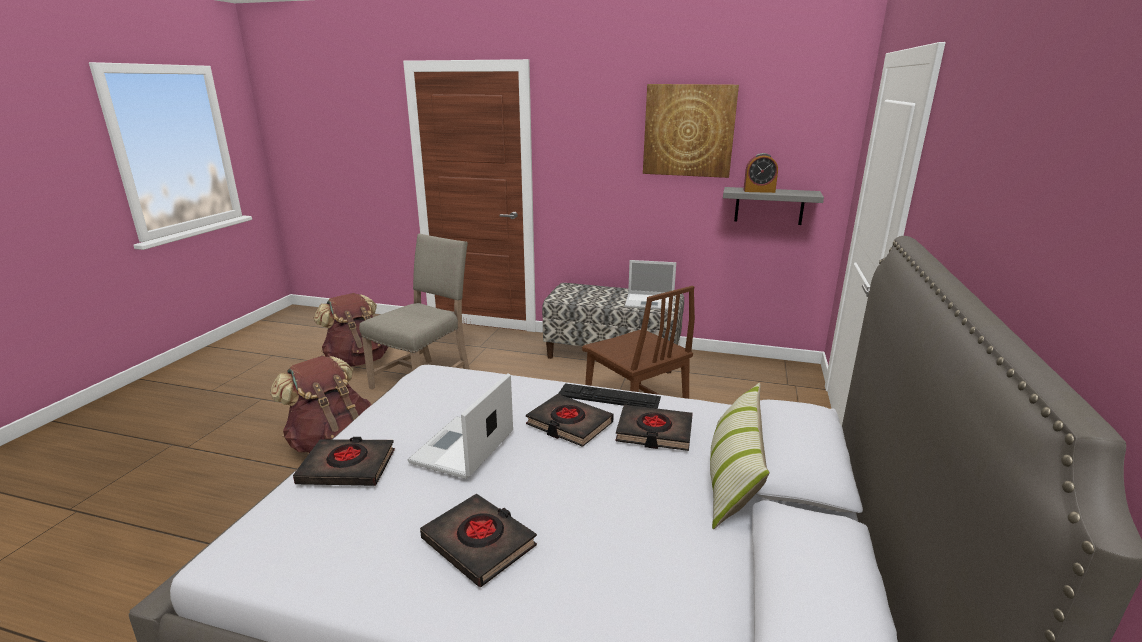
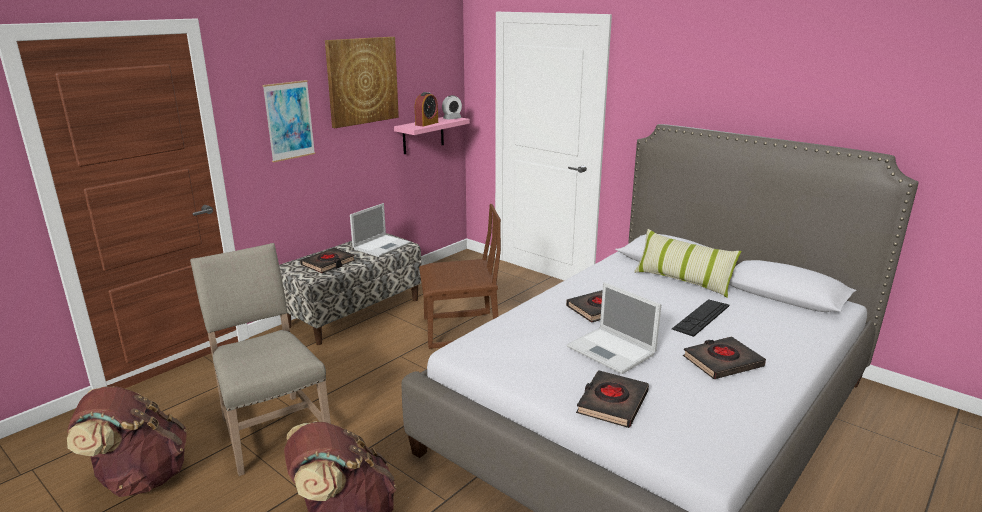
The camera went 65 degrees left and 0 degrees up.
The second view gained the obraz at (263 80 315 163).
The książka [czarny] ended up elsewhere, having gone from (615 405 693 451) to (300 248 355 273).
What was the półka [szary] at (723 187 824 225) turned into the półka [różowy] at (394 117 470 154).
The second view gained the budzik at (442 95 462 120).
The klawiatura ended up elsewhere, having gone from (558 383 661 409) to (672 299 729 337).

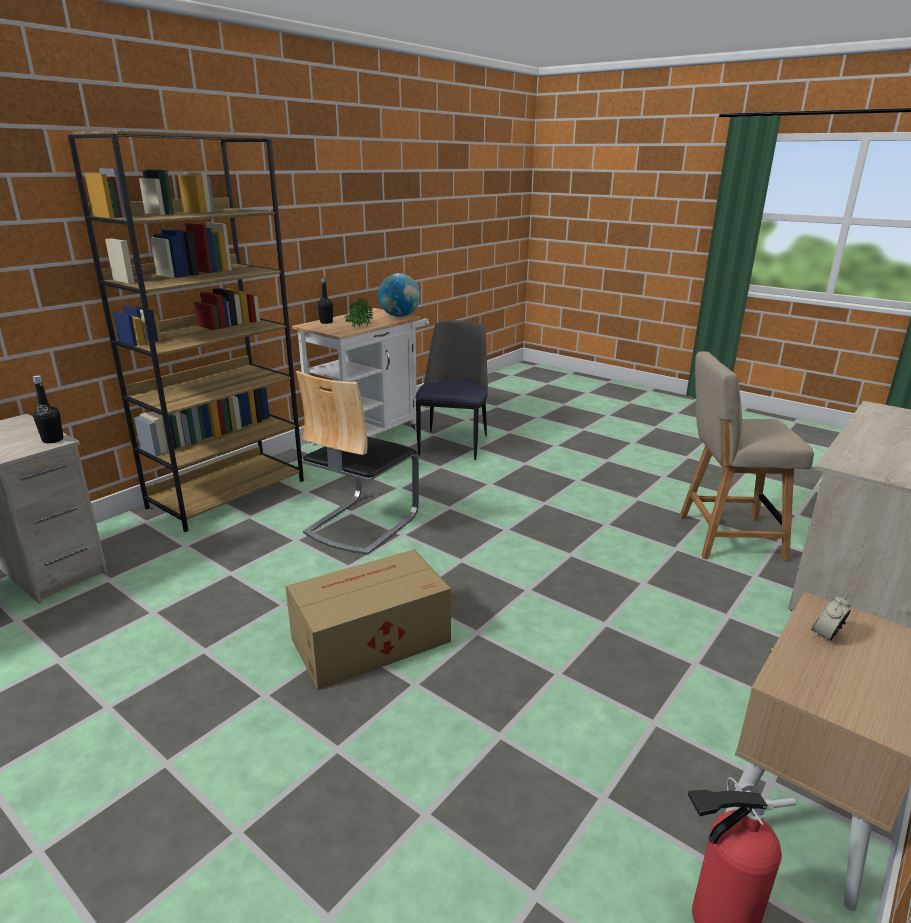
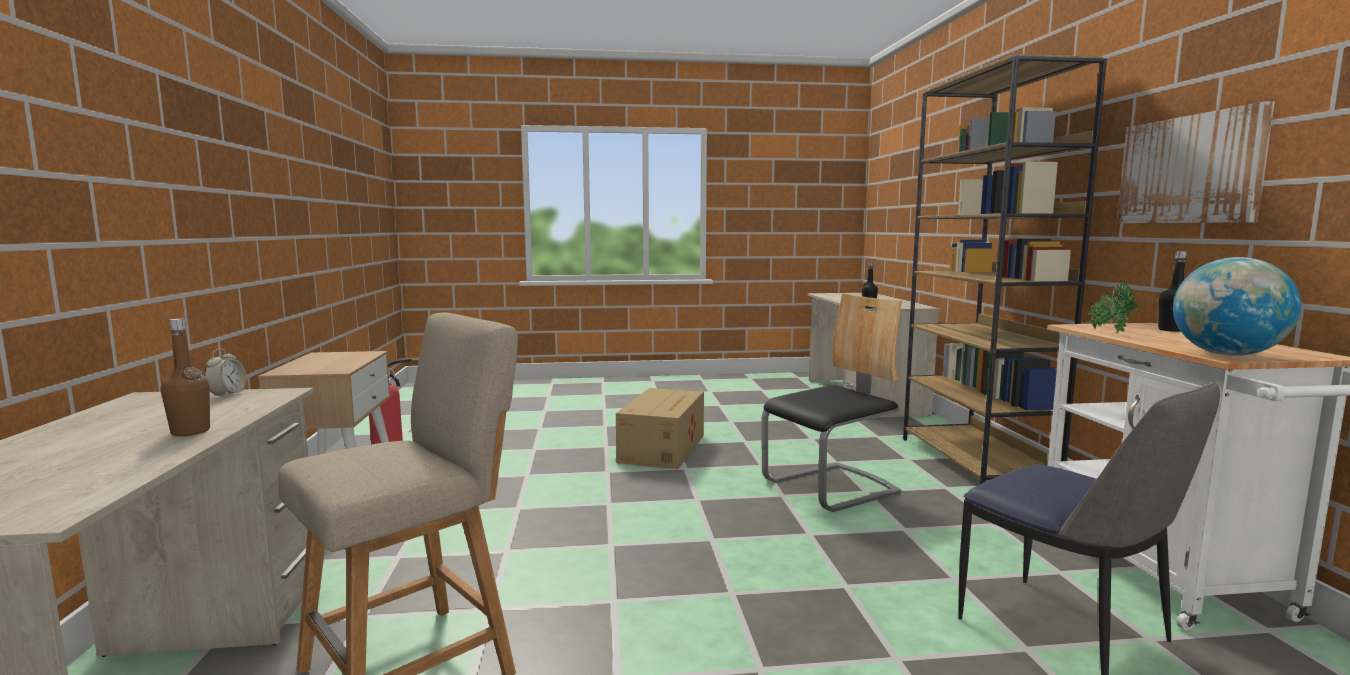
The camera went 135 degrees right and 15 degrees down.
The second view gained the butelka [brązowy] at (160 318 210 436).
The budzik ended up elsewhere, having gone from (811 595 851 641) to (204 349 247 397).
The krzesło at (296 371 419 555) ended up facing another way, 75 degrees clockwise from before.
The second view gained the obraz at (1117 101 1275 223).

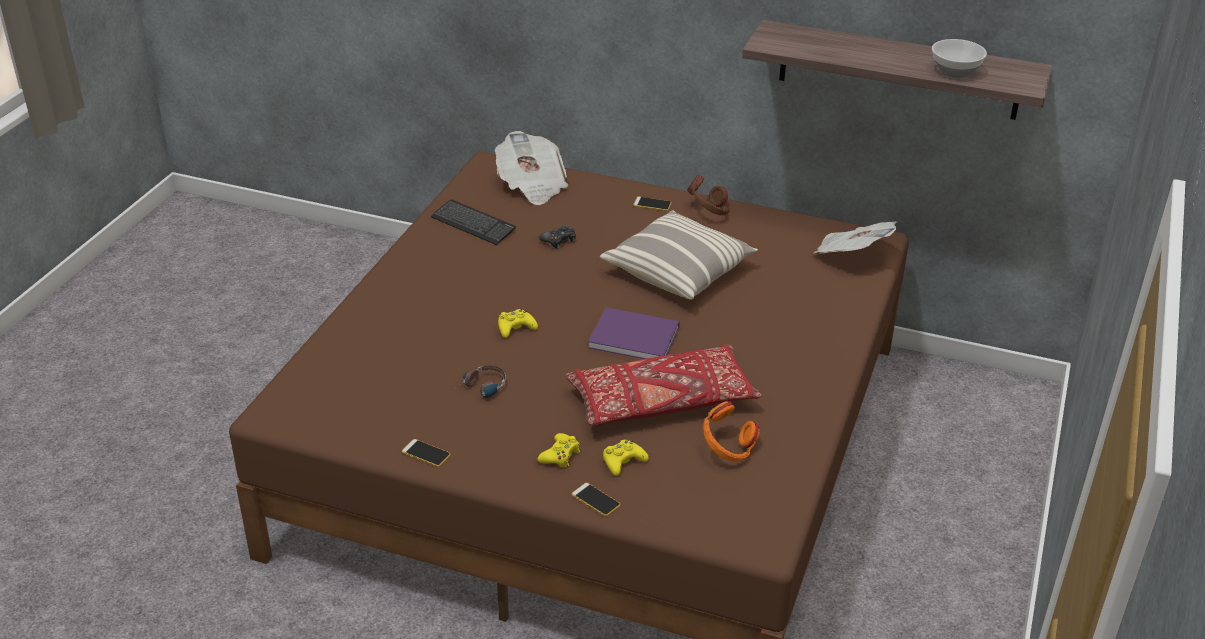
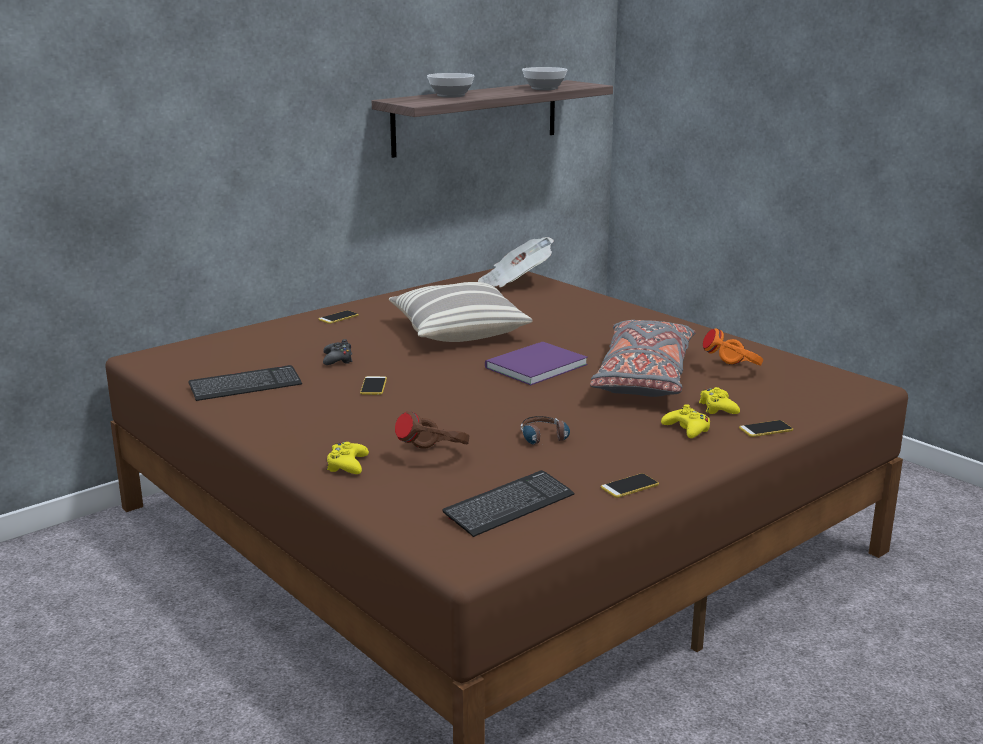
The camera went 60 degrees left and 15 degrees down.
The pad do gier [żółty] ended up elsewhere, having gone from (498 309 538 338) to (327 442 369 474).
The second view gained the telefon at (360 376 387 395).
The słuchawki [brązowy] ended up elsewhere, having gone from (687 175 730 215) to (395 411 469 449).
The second view gained the miska at (427 73 475 98).
The second view gained the klawiatura at (442 470 574 537).
What was the poduszka [czerwony] at (565 345 762 427) turned into the poduszka [szary] at (590 320 696 397).
The second view lost the gazeta at (495 131 568 205).

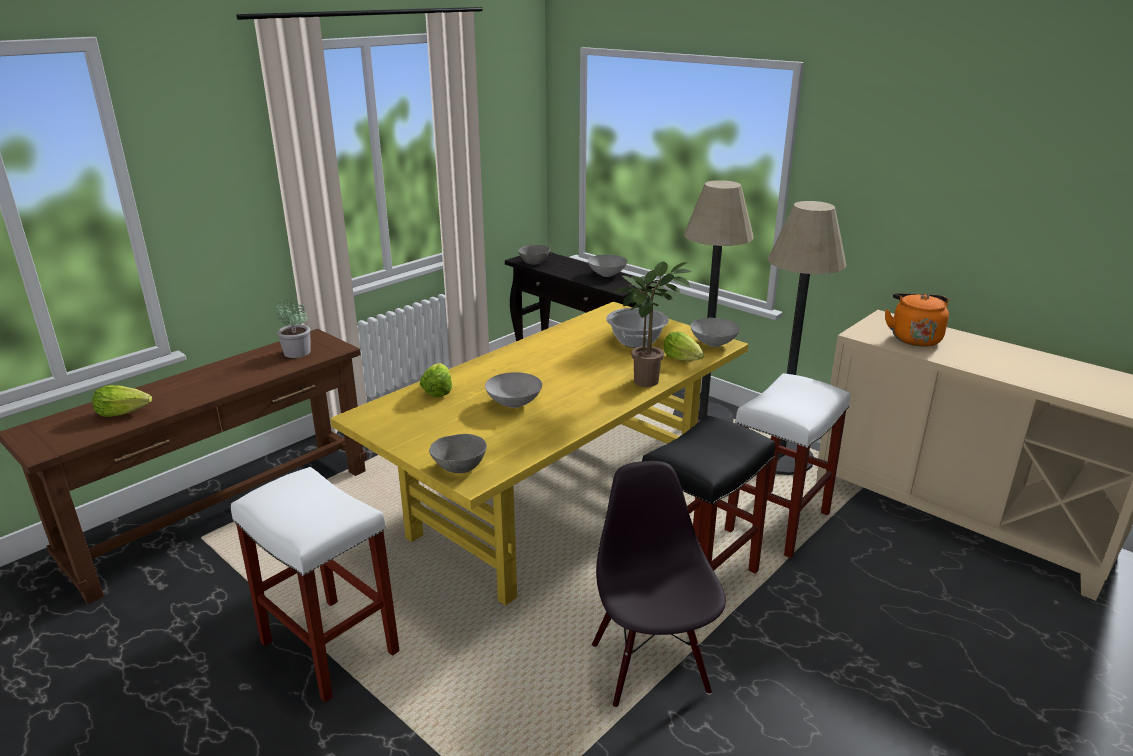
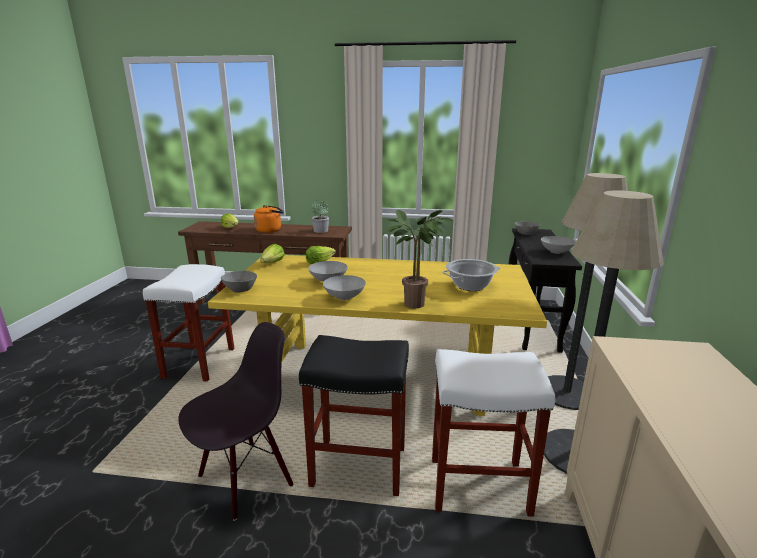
The camera went 55 degrees right and 5 degrees down.
The czajnik [pomarańczowy] ended up elsewhere, having gone from (885 293 949 347) to (254 205 284 233).
The sałata ended up elsewhere, having gone from (663 332 704 361) to (260 244 285 263).
The miska [szary] ended up elsewhere, having gone from (690 318 740 347) to (323 275 366 300).

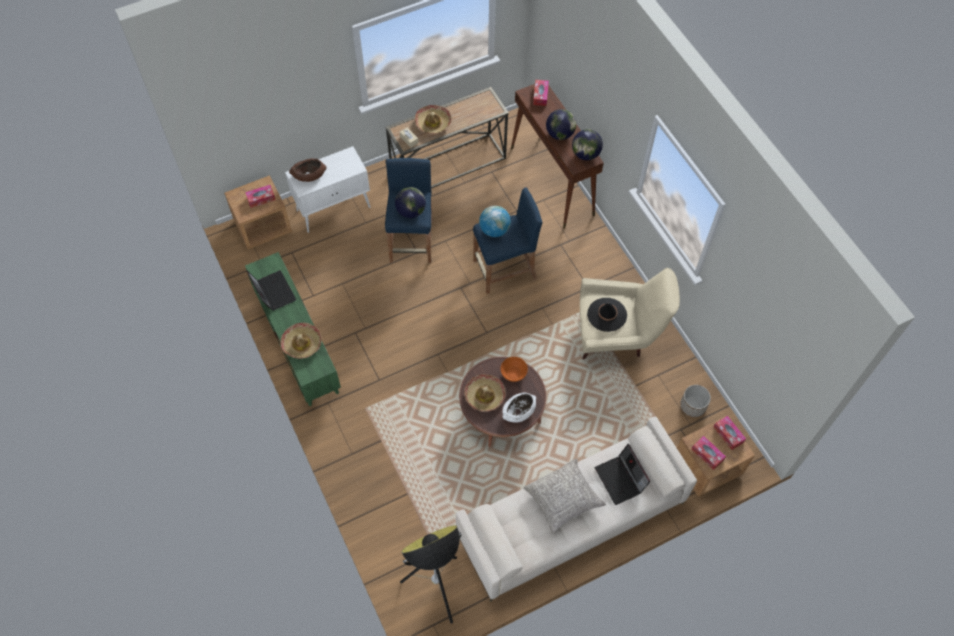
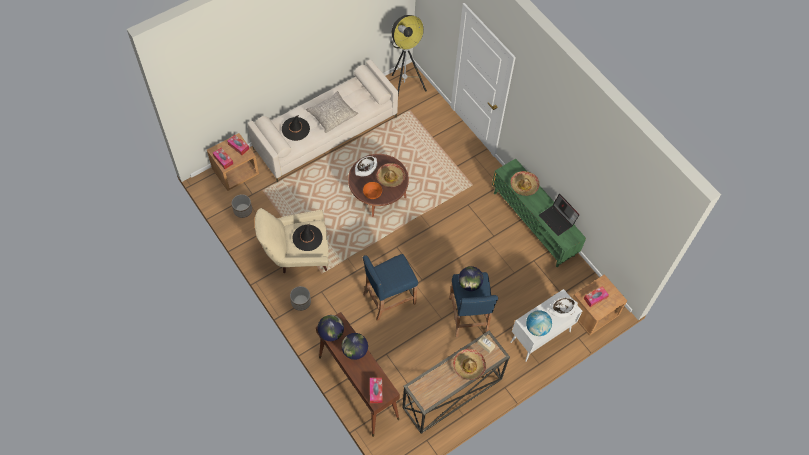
The camera went 170 degrees right and 0 degrees up.
Where the laptop stood at (595 444 650 505), the kapelusz [czarny] came to stand at (282 115 310 141).
The second view gained the donica at (290 286 311 311).
The globus ended up elsewhere, having gone from (479 206 511 237) to (526 310 552 336).
What was the miska [brązowy] at (289 159 327 182) turned into the miska [biały] at (548 297 578 318).

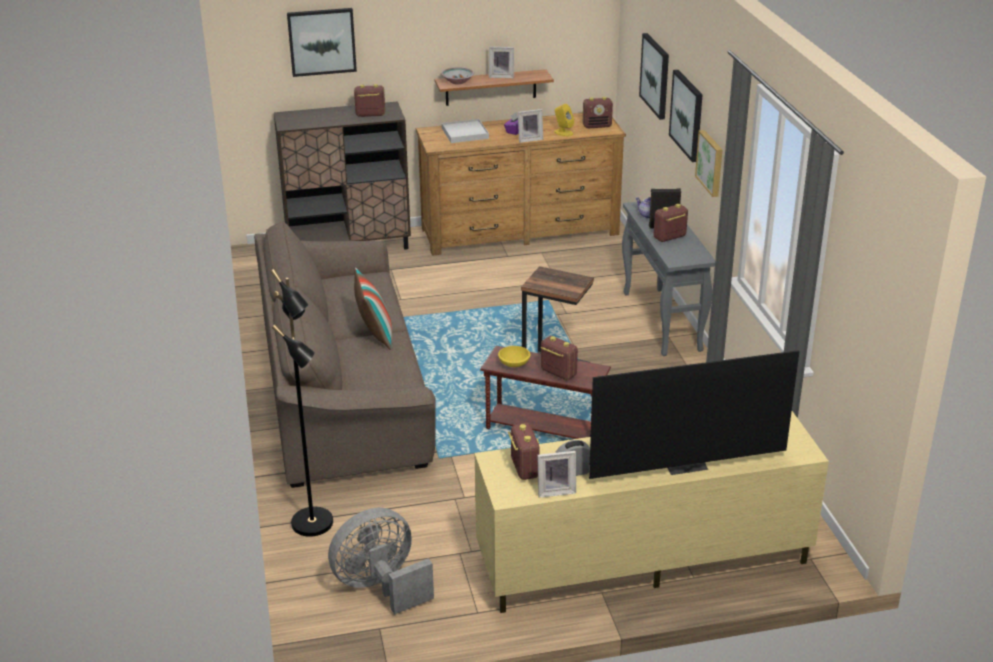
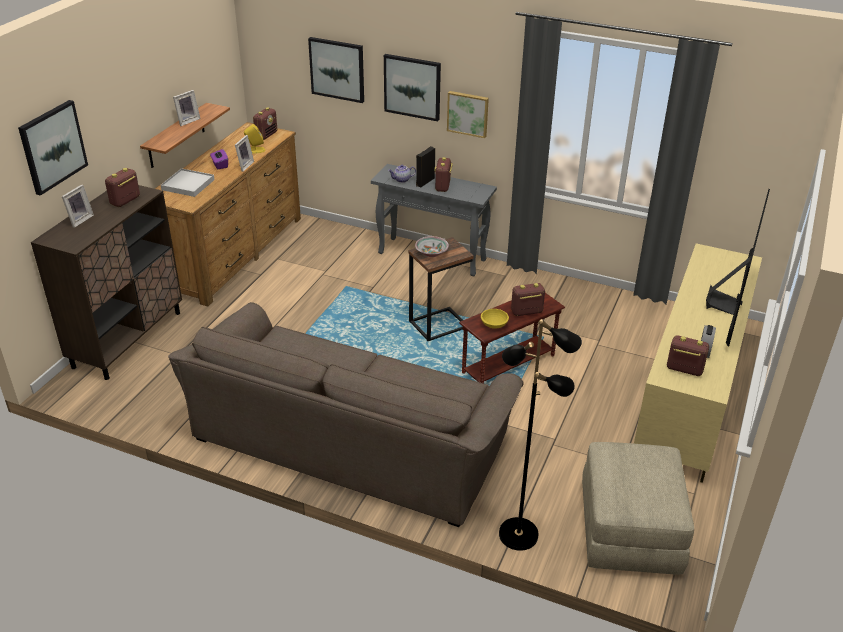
The camera went 55 degrees left and 5 degrees up.
The ramka na zdjęcie ended up elsewhere, having gone from (537 451 576 498) to (62 184 94 228).
The miska ended up elsewhere, having gone from (441 67 474 84) to (415 236 449 257).
Where the wentylator [szary] stood at (328 508 434 614), the pufa [beżowy] came to stand at (582 442 694 575).
The second view lost the poduszka at (354 268 392 350).

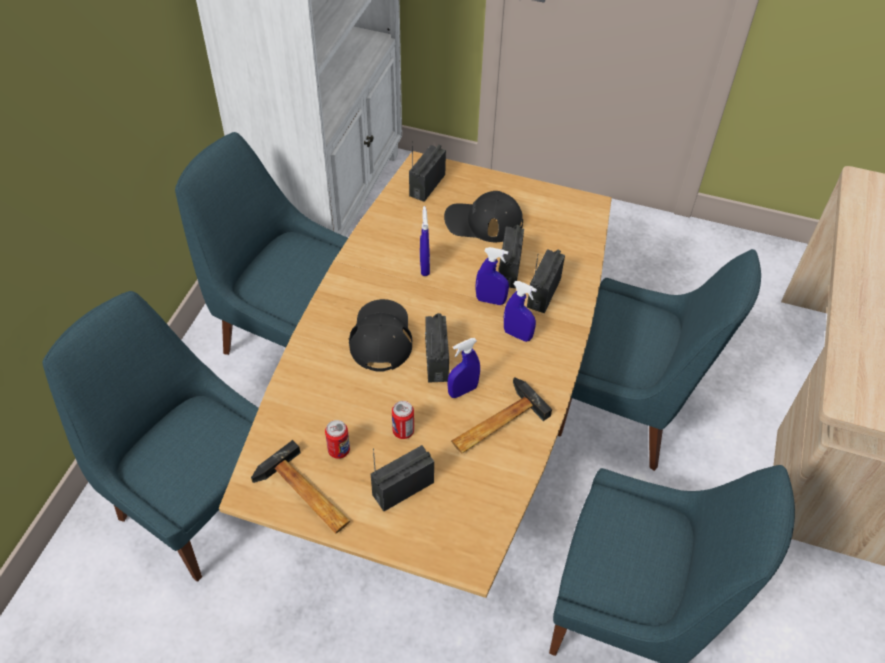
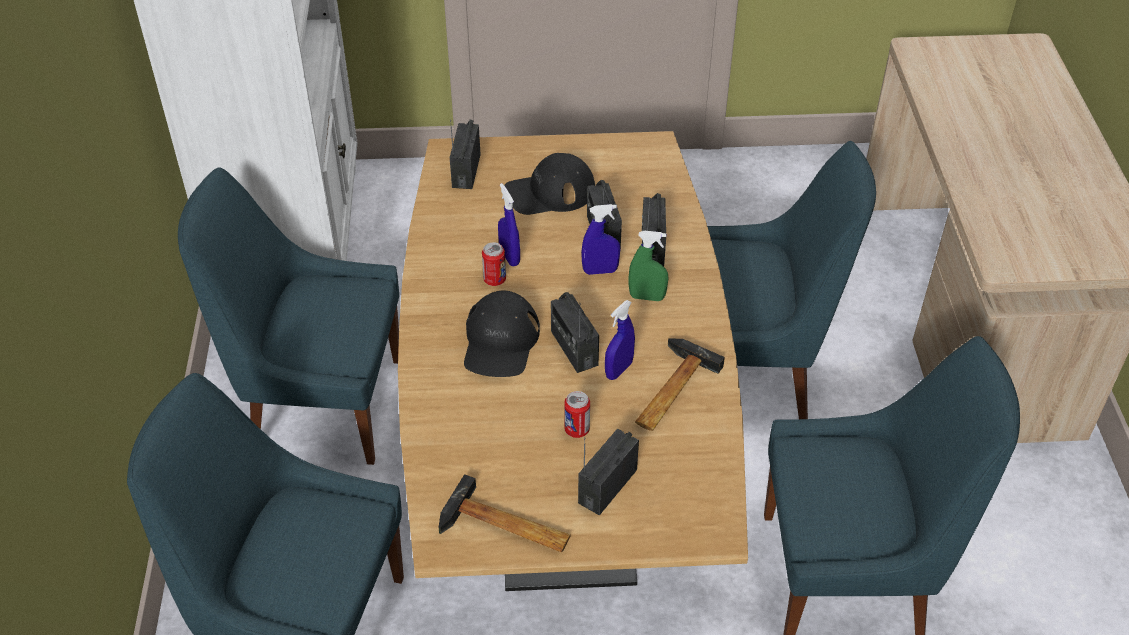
The camera went 20 degrees left and 5 degrees down.
The czapka z daszkiem [czarny] at (349 299 412 372) ended up facing another way, 150 degrees counterclockwise from before.
The puszka ended up elsewhere, having gone from (325 420 350 459) to (482 242 506 286).
What was the spryskiwacz [niebieski] at (504 281 537 342) turned into the spryskiwacz [zielony] at (629 231 668 301).

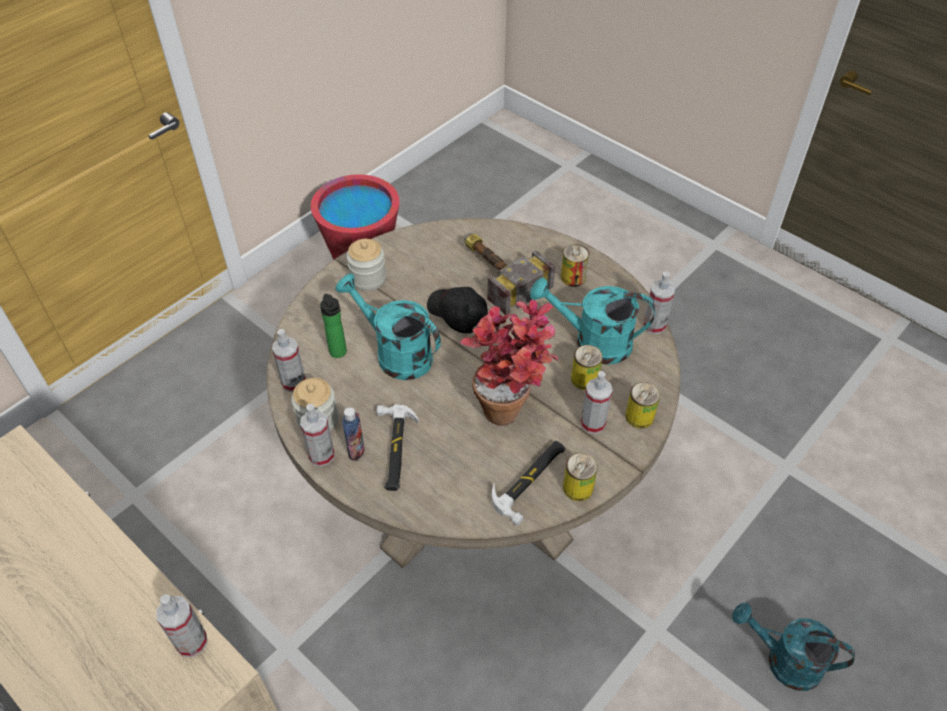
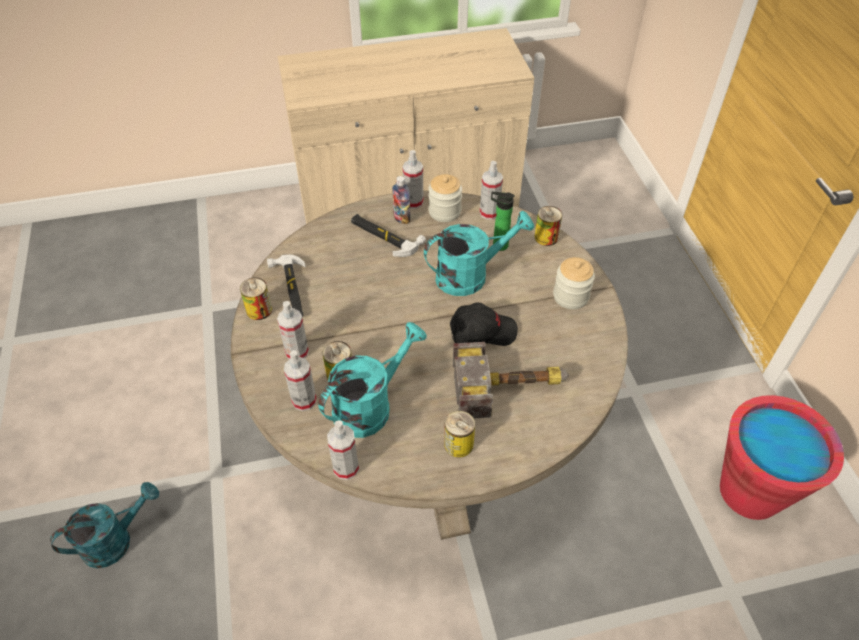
The camera went 125 degrees right and 0 degrees up.
The spryskiwacz ended up elsewhere, having gone from (156 594 207 657) to (284 350 316 411).
The puszka ended up elsewhere, having gone from (625 382 660 429) to (534 206 562 246).
The second view lost the roślina doniczkowa at (460 299 558 426).

